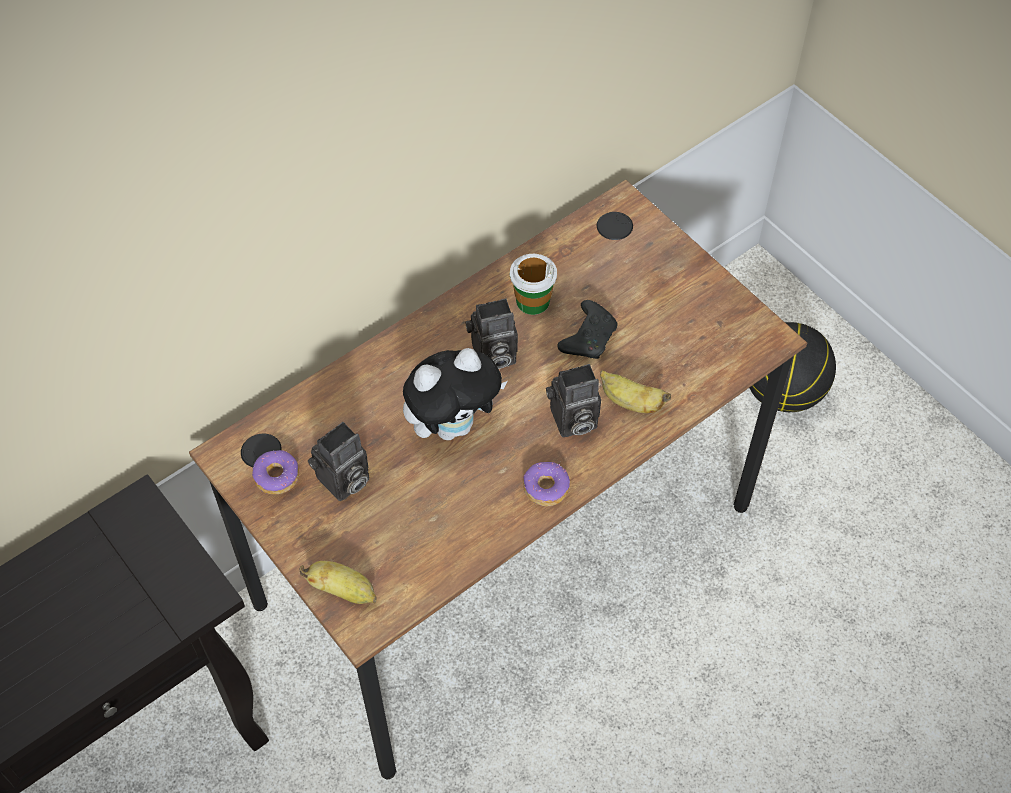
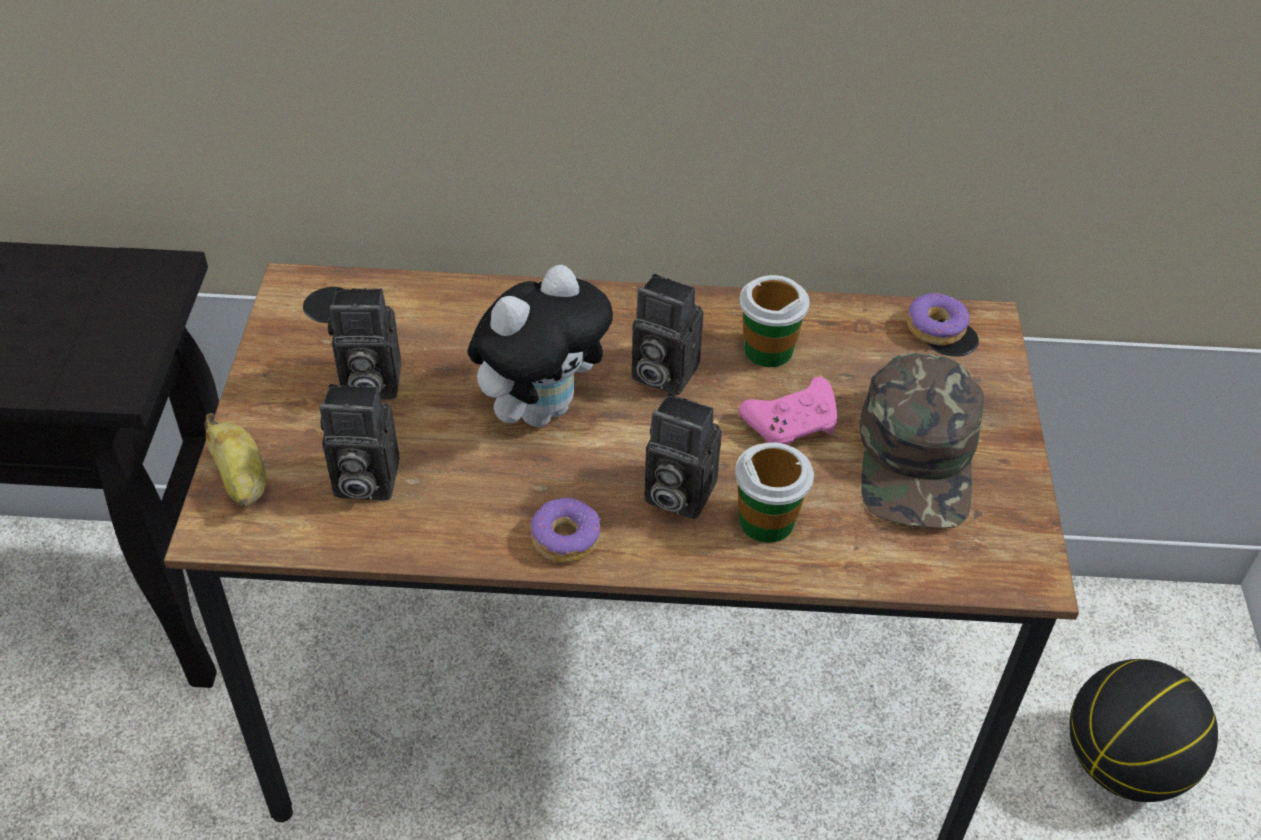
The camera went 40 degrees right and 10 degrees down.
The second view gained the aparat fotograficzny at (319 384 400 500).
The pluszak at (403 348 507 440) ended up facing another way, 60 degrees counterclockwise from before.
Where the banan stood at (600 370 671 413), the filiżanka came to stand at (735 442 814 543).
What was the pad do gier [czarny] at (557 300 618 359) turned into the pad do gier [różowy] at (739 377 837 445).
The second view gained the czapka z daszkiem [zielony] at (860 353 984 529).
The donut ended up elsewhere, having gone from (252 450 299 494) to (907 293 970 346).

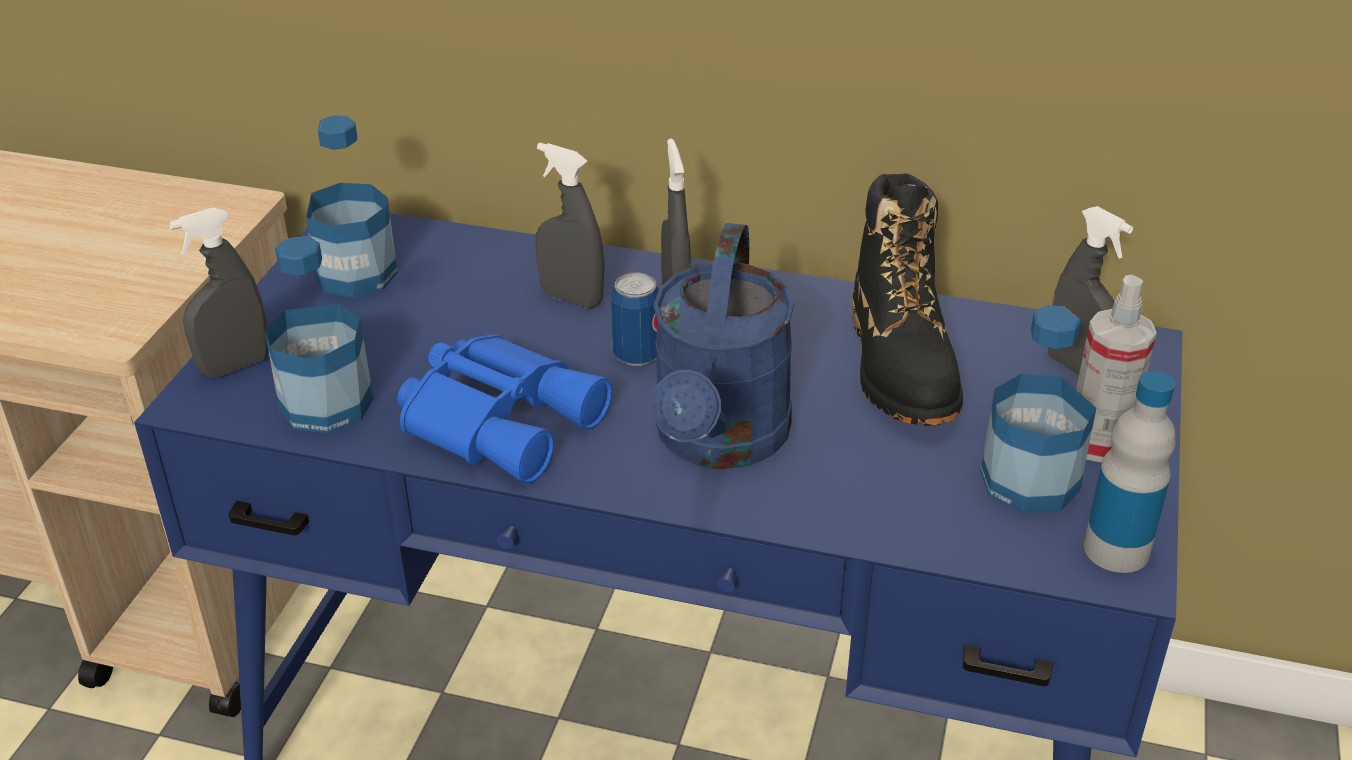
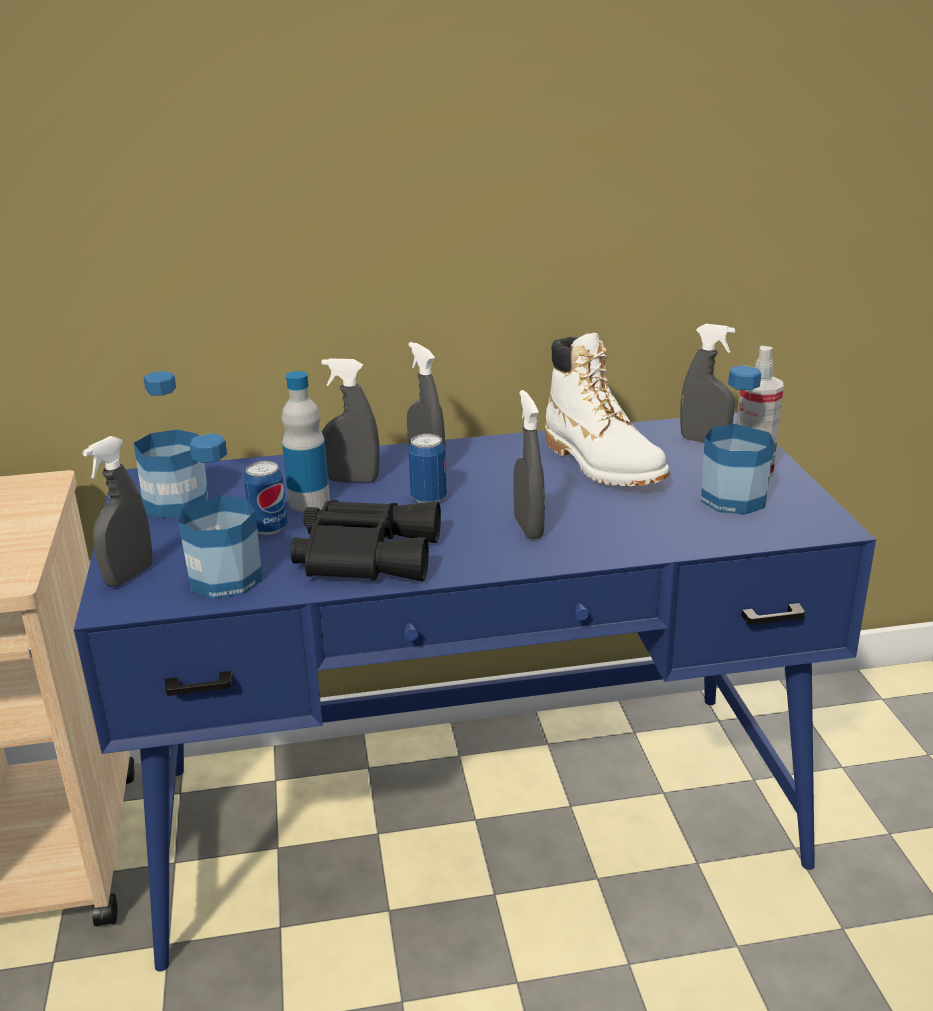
The camera went 25 degrees left and 10 degrees down.
The second view gained the puszka at (244 461 288 535).
The butelka ended up elsewhere, having gone from (1084 371 1175 573) to (282 371 330 512).
What was the lornetka [niebieski] at (397 334 612 484) turned into the lornetka [czarny] at (291 500 441 581).
Where the konewka [niebieski] stood at (651 223 794 469), the spryskiwacz [szary] came to stand at (514 390 545 540).
What was the but z cholewką [czarny] at (852 173 963 426) turned into the but z cholewką [biały] at (545 333 669 486).

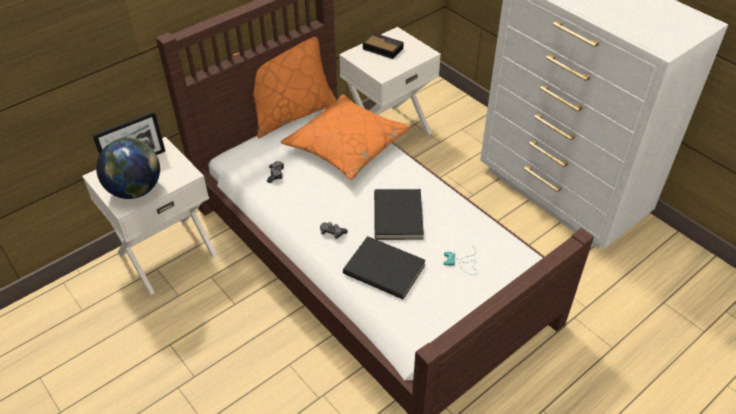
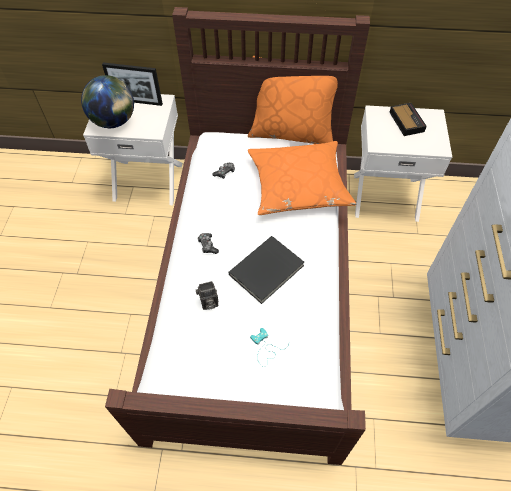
The camera went 45 degrees right and 10 degrees up.
Where the książka [czarny] stood at (343 236 426 299), the aparat fotograficzny came to stand at (196 281 218 310).

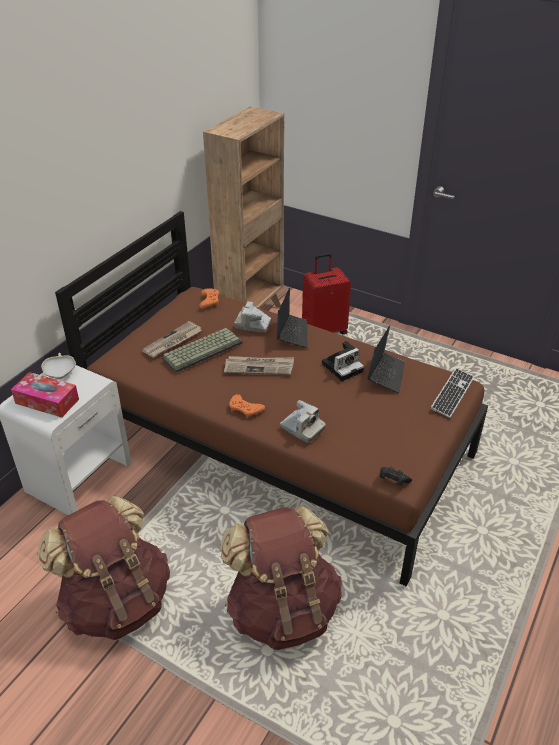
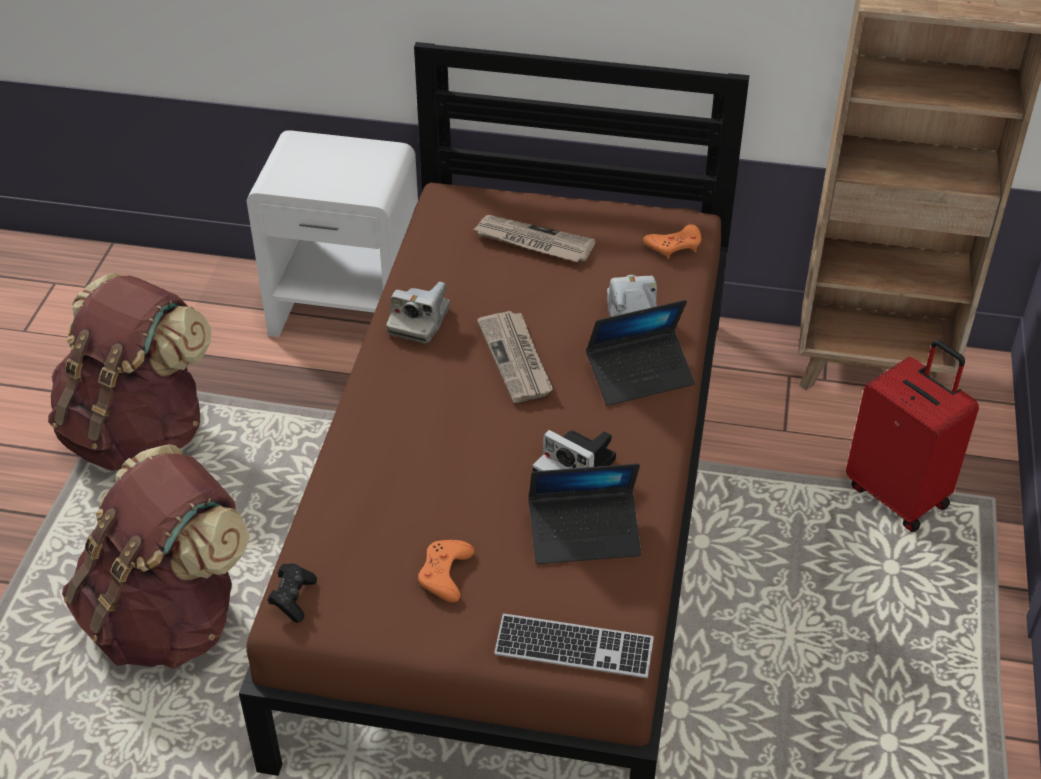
The camera went 70 degrees right and 5 degrees up.
The aparat fotograficzny ended up elsewhere, having gone from (280 400 326 443) to (386 282 450 344).
The pad do gier [pomarańczowy] ended up elsewhere, having gone from (229 394 265 418) to (418 540 474 602).
The second view lost the pudełko chusteczek at (11 372 79 418).
The second view lost the miska [biały] at (41 353 76 379).
The second view lost the klawiatura at (162 328 243 372).

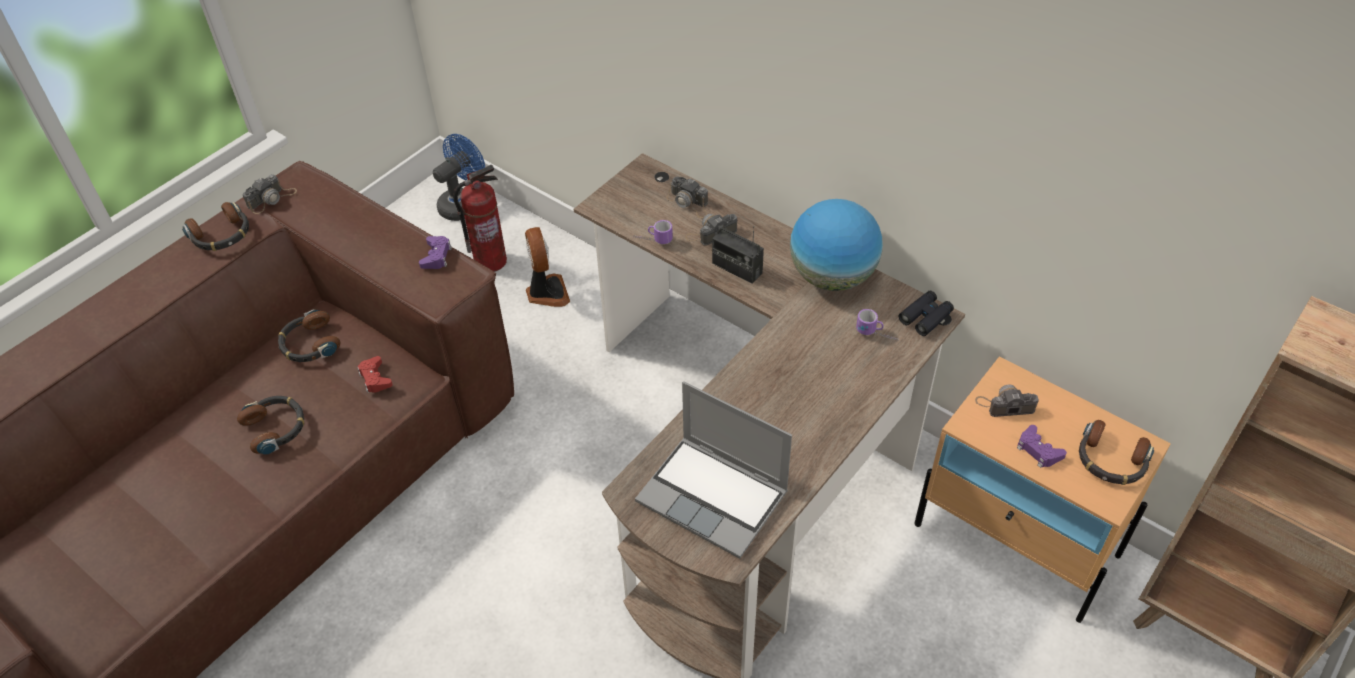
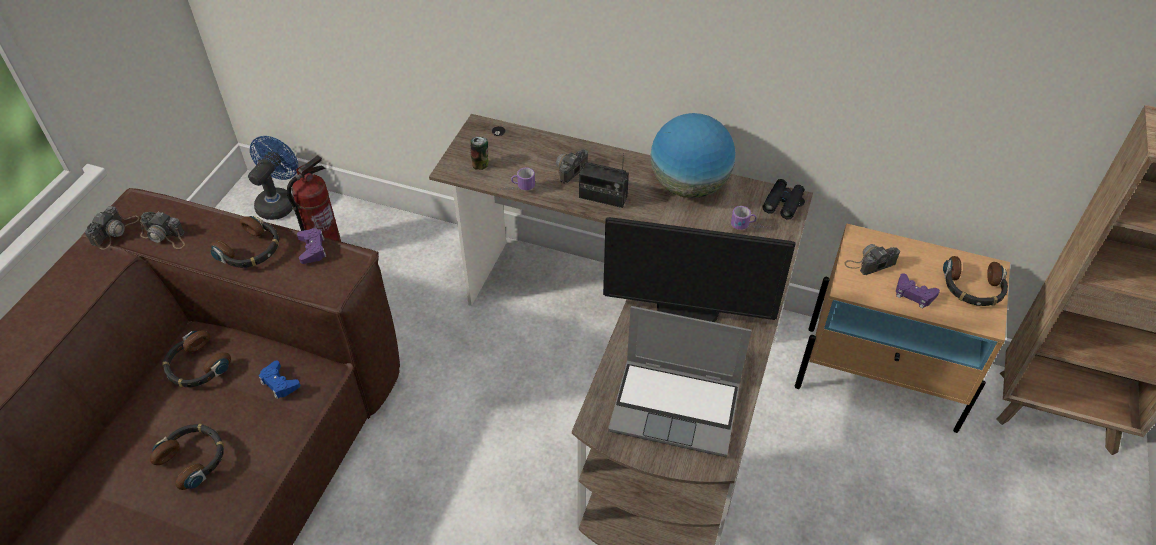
The camera went 20 degrees left and 0 degrees up.
The aparat fotograficzny ended up elsewhere, having gone from (666 177 708 218) to (140 211 185 249).
The słuchawki ended up elsewhere, having gone from (182 202 249 251) to (210 215 279 268).
What was the pad do gier [czerwony] at (357 356 393 393) turned into the pad do gier [niebieski] at (259 360 300 399).
The second view gained the puszka at (470 137 489 170).
The second view gained the monitor at (603 217 795 322).
The second view lost the wentylator at (525 227 570 307).

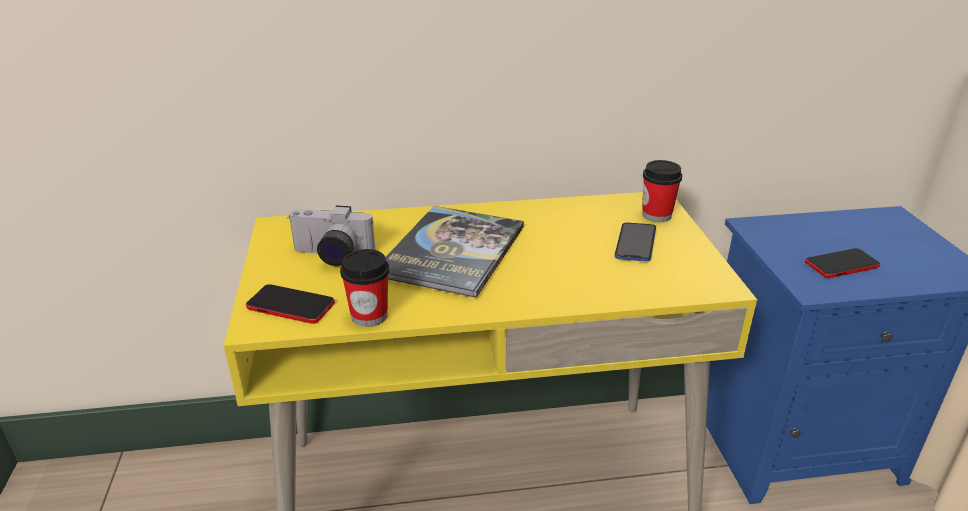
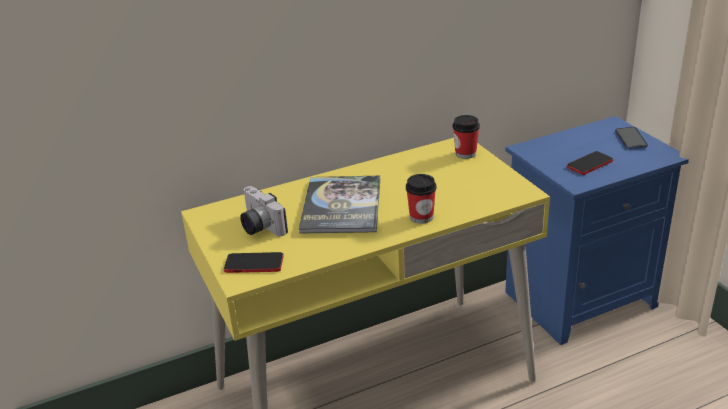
The camera went 15 degrees left and 0 degrees up.
The aparat fotograficzny at (287 205 376 266) ended up facing another way, 60 degrees clockwise from before.
The filiżanka ended up elsewhere, having gone from (340 249 389 327) to (406 174 436 224).
The telefon ended up elsewhere, having gone from (615 223 656 262) to (615 127 648 150).

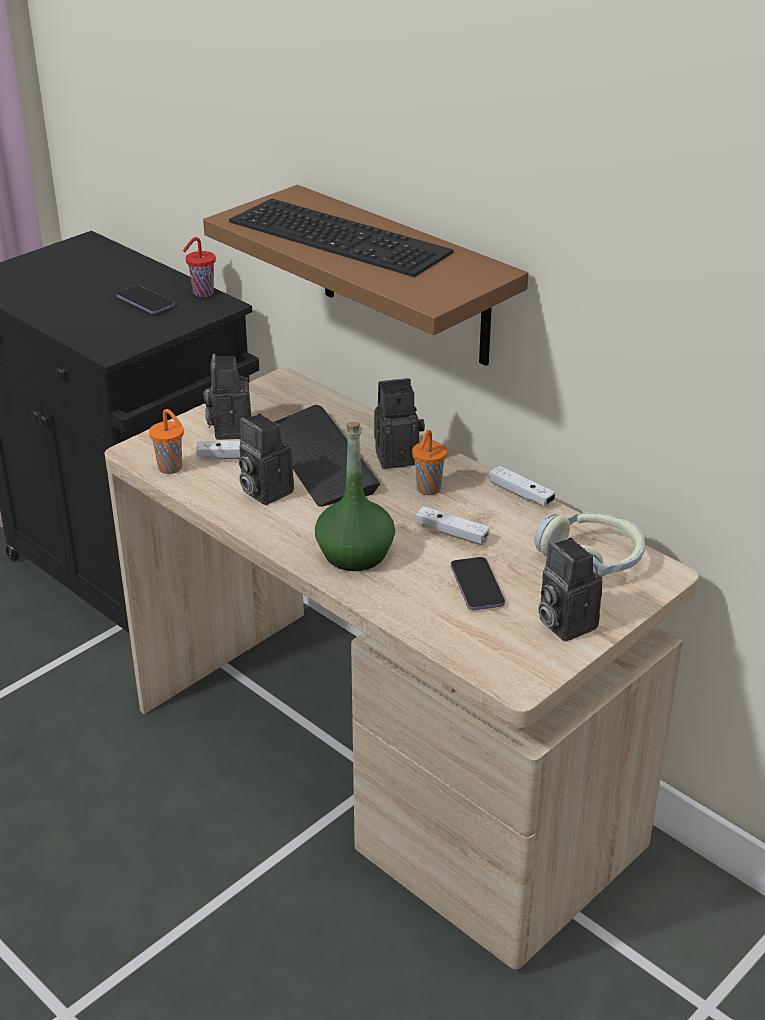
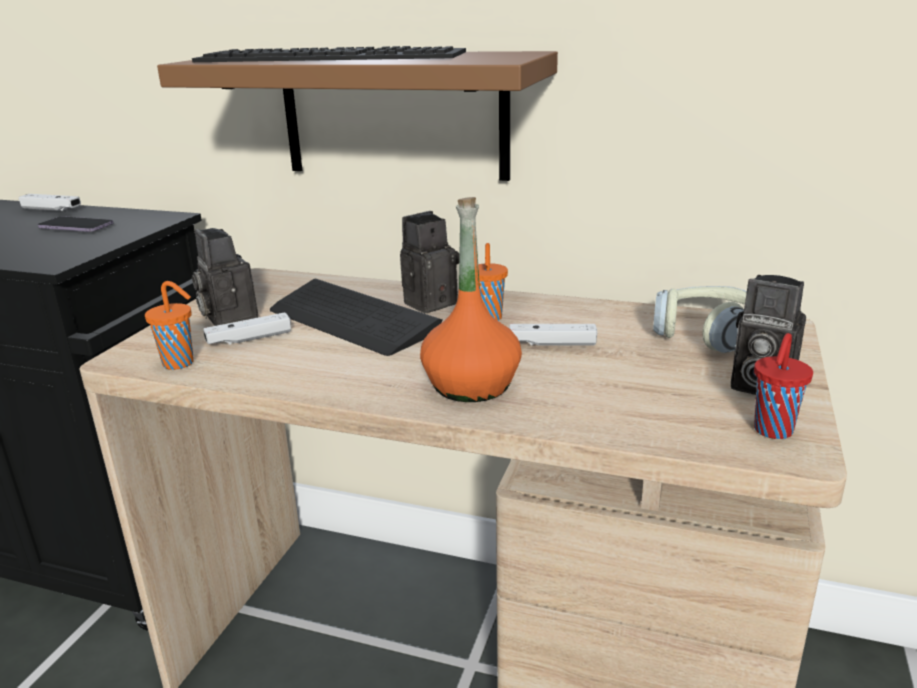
The camera went 25 degrees left and 10 degrees down.
The pad do gier [biały] ended up elsewhere, having gone from (489 466 555 506) to (18 194 81 211).
What was the butelka [zielony] at (315 422 395 571) turned into the butelka [pomarańczowy] at (420 197 522 402).
The filiżanka [czerwony] ended up elsewhere, having gone from (183 237 216 297) to (754 333 813 439).
The second view lost the aparat fotograficzny at (239 413 294 505).
The second view lost the telefon at (451 557 505 610).

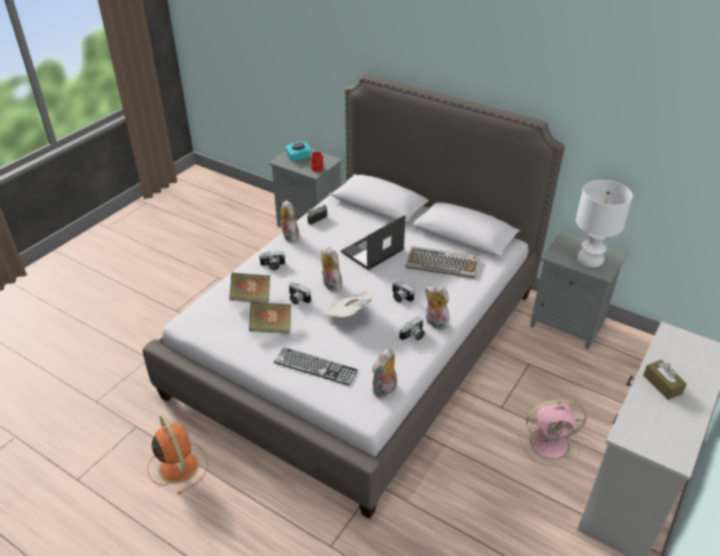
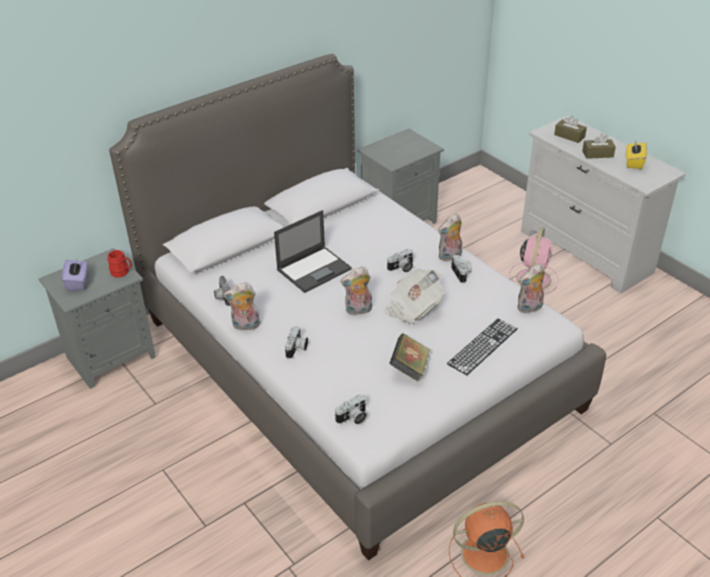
The camera went 70 degrees left and 0 degrees up.
What was the pudełko chusteczek [turkusowy] at (285 141 312 162) turned into the pudełko chusteczek [fioletowy] at (62 260 87 291).
The laptop at (341 215 406 270) ended up facing another way, 105 degrees counterclockwise from before.
The aparat fotograficzny ended up elsewhere, having gone from (289 282 311 305) to (335 394 367 424).
The pluszak at (372 348 397 397) ended up facing another way, 90 degrees clockwise from before.
The second view gained the pudełko chusteczek [brązowy] at (554 116 587 143).
The second view gained the pudełko chusteczek [żółty] at (626 140 647 169).
The second view lost the książka at (229 273 270 303).
The second view lost the klawiatura at (405 246 479 279).
The second view lost the lampa stołowa [biały] at (576 180 633 267).

